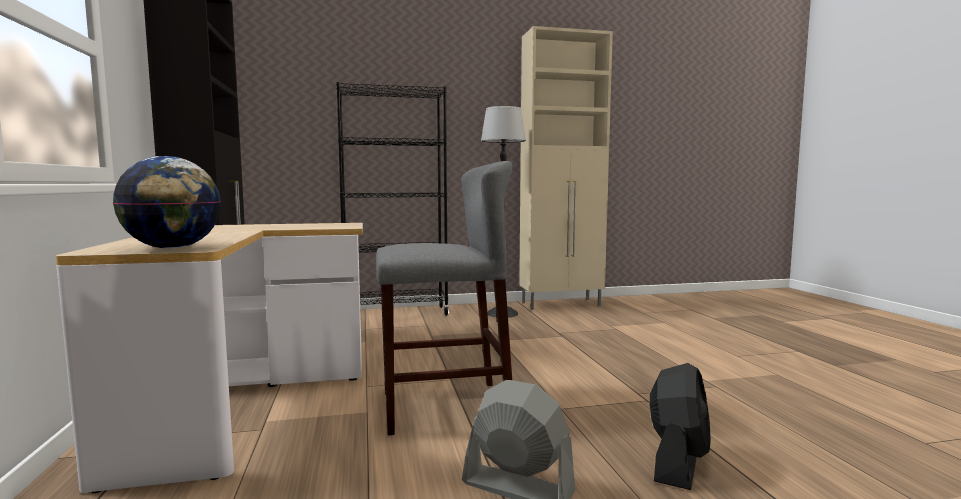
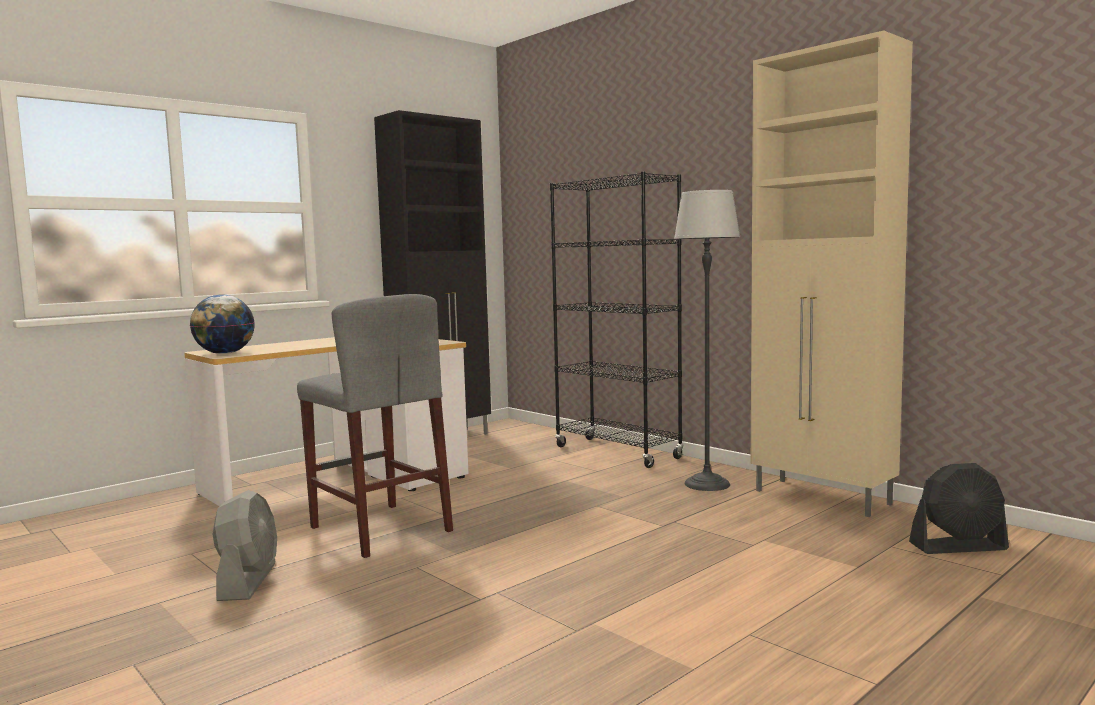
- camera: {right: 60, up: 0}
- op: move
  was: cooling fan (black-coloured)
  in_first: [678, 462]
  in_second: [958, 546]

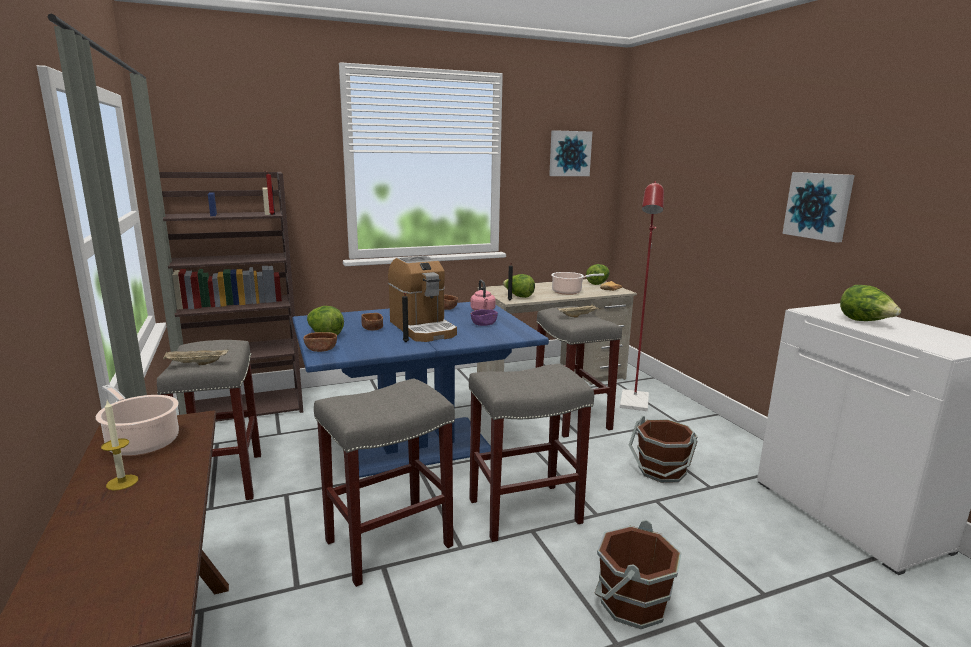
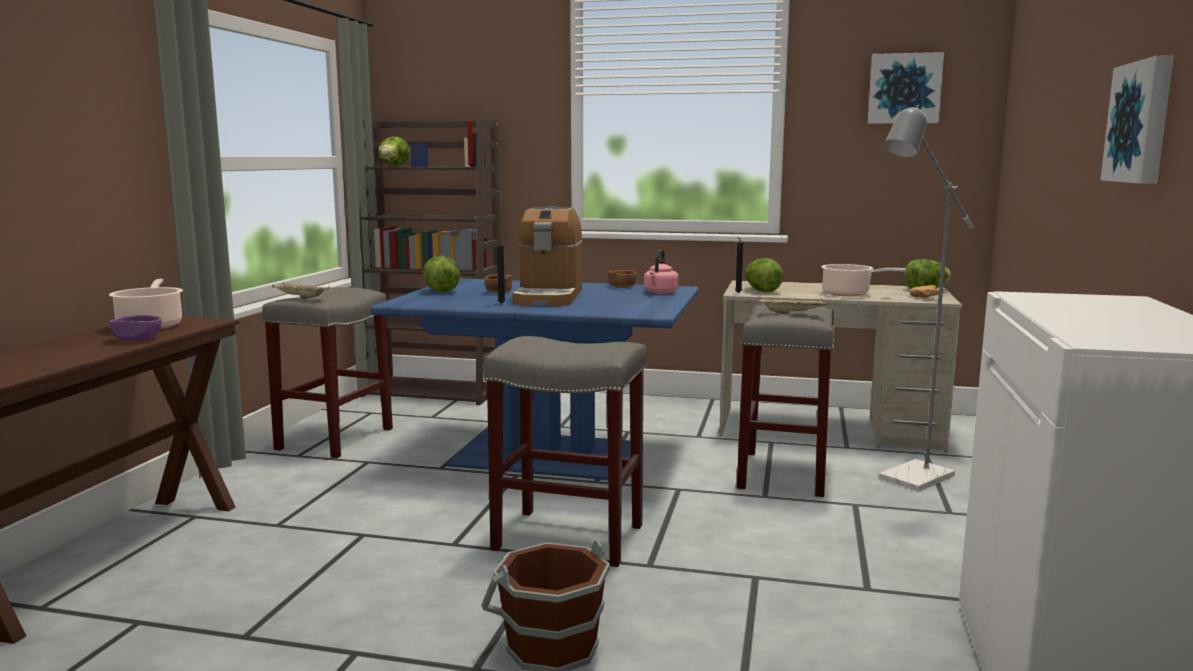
- camera: {right: 35, up: -5}
- op: recolor
  was: standard lamp (reddish)
  now: standard lamp (greyish)
  in_first: [634, 404]
  in_second: [909, 480]
- op: move
  was: head of lettuce
  in_first: [865, 322]
  in_second: [393, 166]
- op: move
  was: serving bowl (purplish)
  in_first: [484, 324]
  in_second: [137, 339]
- op: delete
  was: serving bowl (brownish)
  in_first: [321, 349]
- op: delete
  was: stool seat (greyish)
  in_first: [387, 544]
- op: delete
  was: wax light
  in_first: [122, 482]
- op: delete
  was: bucket (brownish)
  in_first: [661, 471]

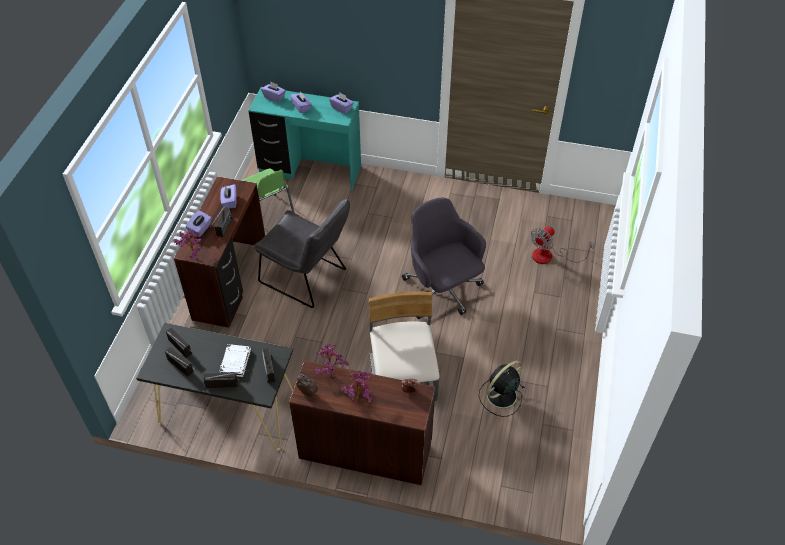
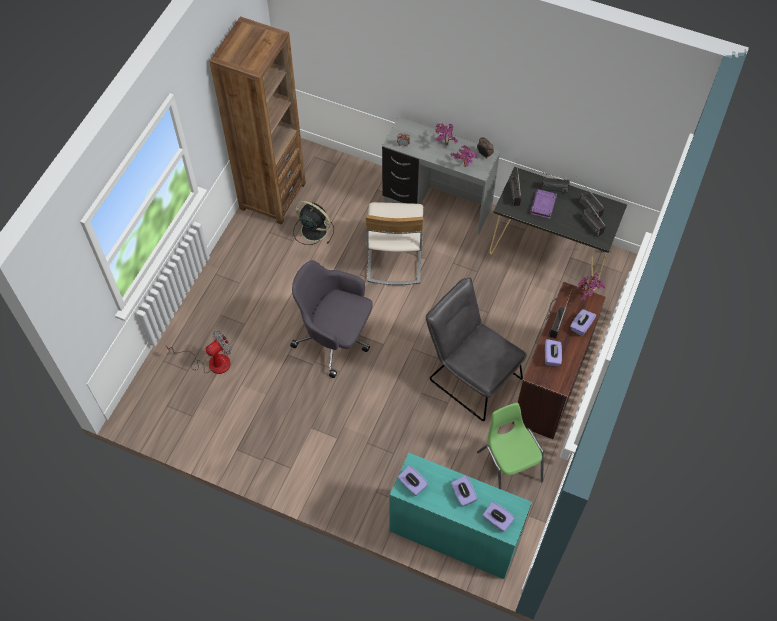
- camera: {right: -170, up: 10}
- op: rotate
  was: desk chair (greyish)
  in_first: [442, 291]
  in_second: [335, 338]
  clockwise: 135
- op: recolor
  was: volume (white-coloured)
  now: volume (purplish)
  in_first: [235, 361]
  in_second: [543, 205]
- op: recolor
  was: desk table (brownish)
  now: desk table (greyish)
  in_first: [365, 450]
  in_second: [437, 204]
- op: rotate
  was: cooling fan (black-coloured)
  in_first: [500, 396]
  in_second: [313, 230]
  clockwise: -120
- op: insert
  now: shelving unit (brownish)
  in_second: [272, 196]

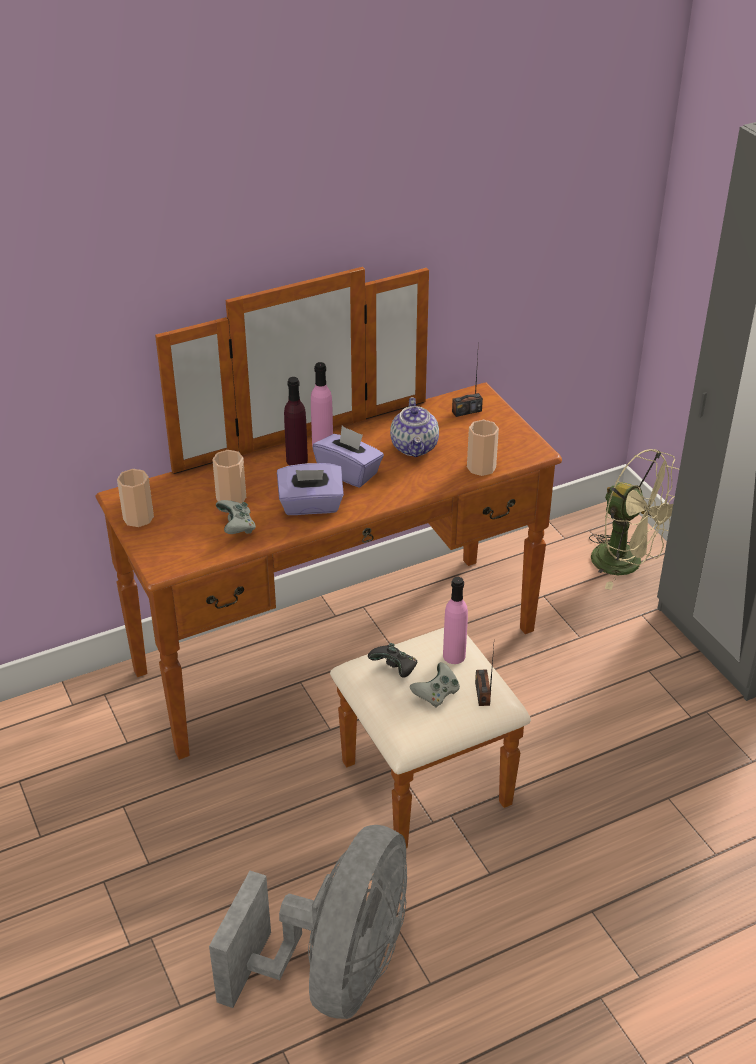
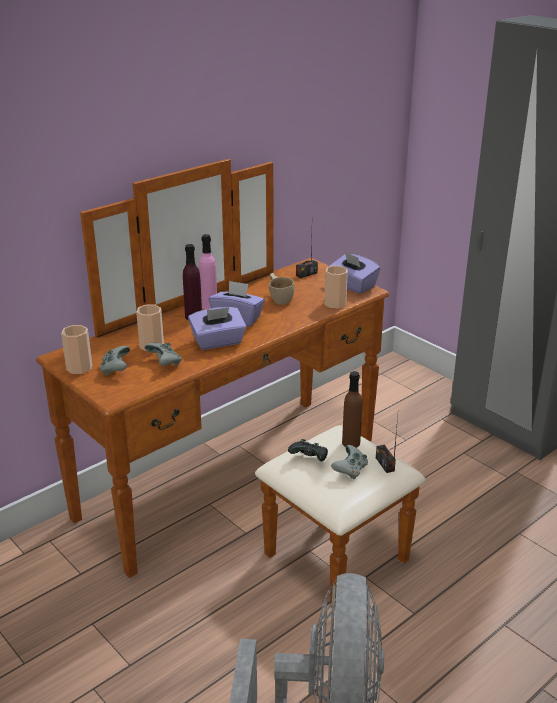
- camera: {right: -15, up: -10}
- op: replace
  was: pot for tea
  now: cup (sand-coloured)
  in_first: [415, 447]
  in_second: [280, 298]
- op: delete
  was: cooling fan (sand-coloured)
  in_first: [627, 564]
- op: recolor
  was: drink bottle (pink-coloured)
  now: drink bottle (brownish)
  in_first: [454, 656]
  in_second: [351, 443]
- op: insert
  now: tissue holder (purplish)
  in_second: [353, 286]
- op: insert
  now: gamepad (greyish)
  in_second: [115, 369]

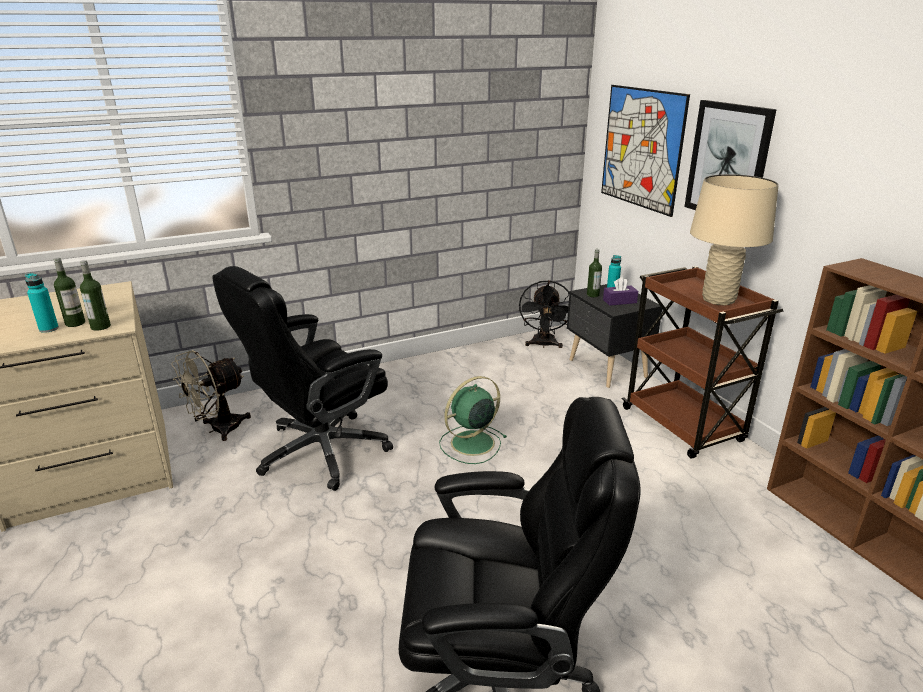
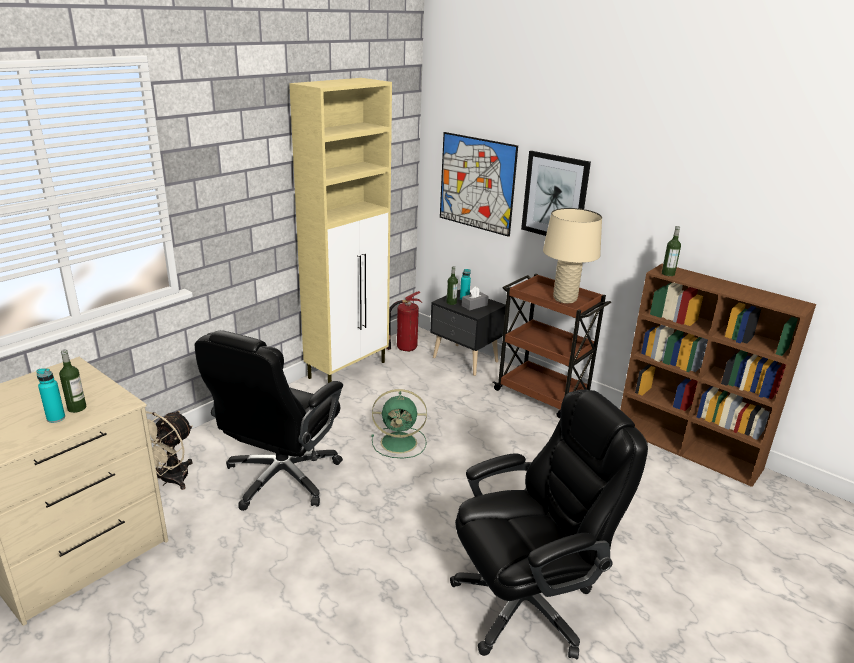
- camera: {right: -25, up: 0}
- op: move
  was: drink bottle
  in_first: [100, 326]
  in_second: [668, 274]
- op: recolor
  was: tissue holder (purplish)
  now: tissue holder (greyish)
  in_first: [619, 301]
  in_second: [474, 305]
- op: replace
  was: cooling fan (black-coloured)
  now: fire extinguisher
  in_first: [543, 345]
  in_second: [405, 348]
- op: rotate
  was: cooling fan (green)
  in_first: [471, 444]
  in_second: [400, 442]
  clockwise: -120
- op: insert
  now: storage cabinet (sand-coloured)
  in_second: [348, 369]

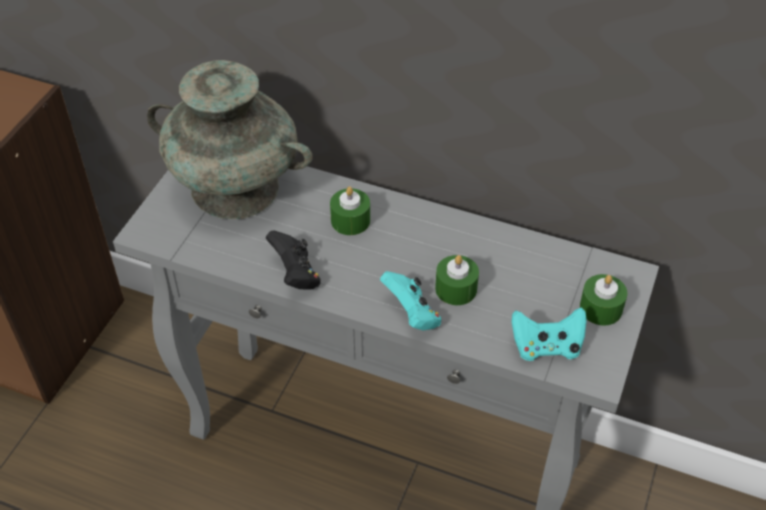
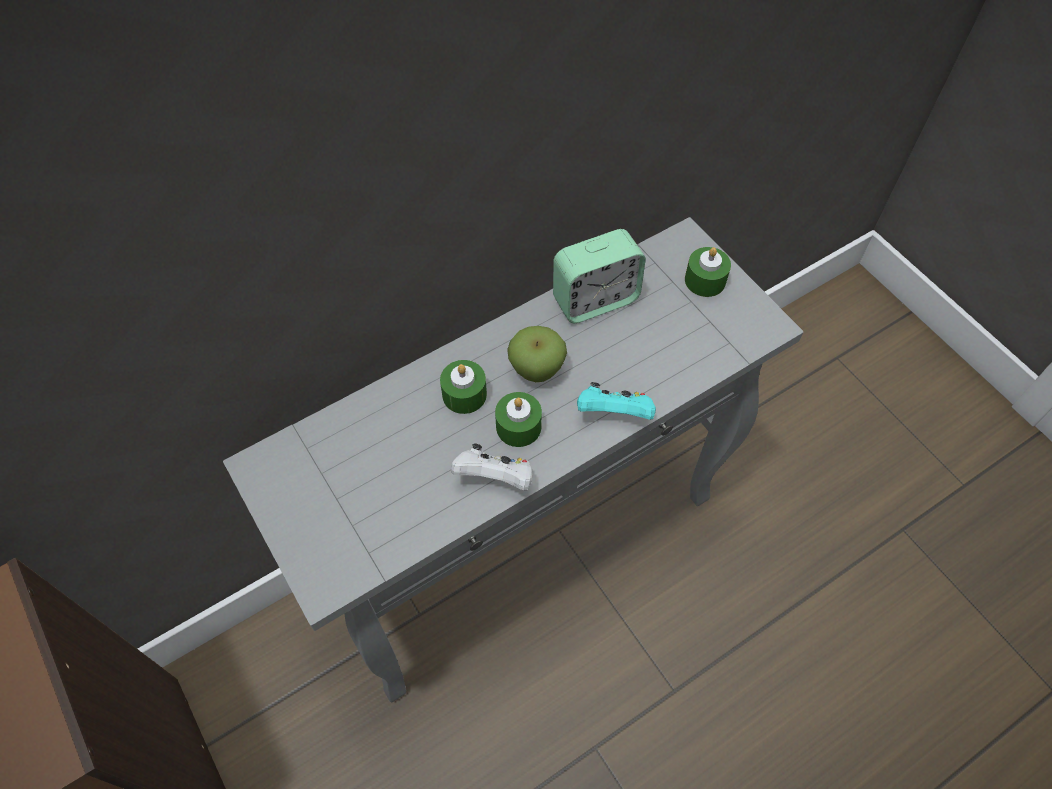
- camera: {right: -55, up: 10}
- op: delete
  was: vase (blue-green)
  in_first: [236, 188]
- op: recolor
  was: gamepad (black-coloured)
  now: gamepad (white-coloured)
  in_first: [296, 274]
  in_second: [495, 478]
- op: move
  was: wax light (green)
  in_first: [456, 289]
  in_second: [518, 426]
- op: delete
  was: gamepad (blue-green)
  in_first: [546, 347]
- op: insert
  now: alarm clock
  in_second: [595, 300]
- op: insert
  now: whole apple
  in_second: [536, 370]

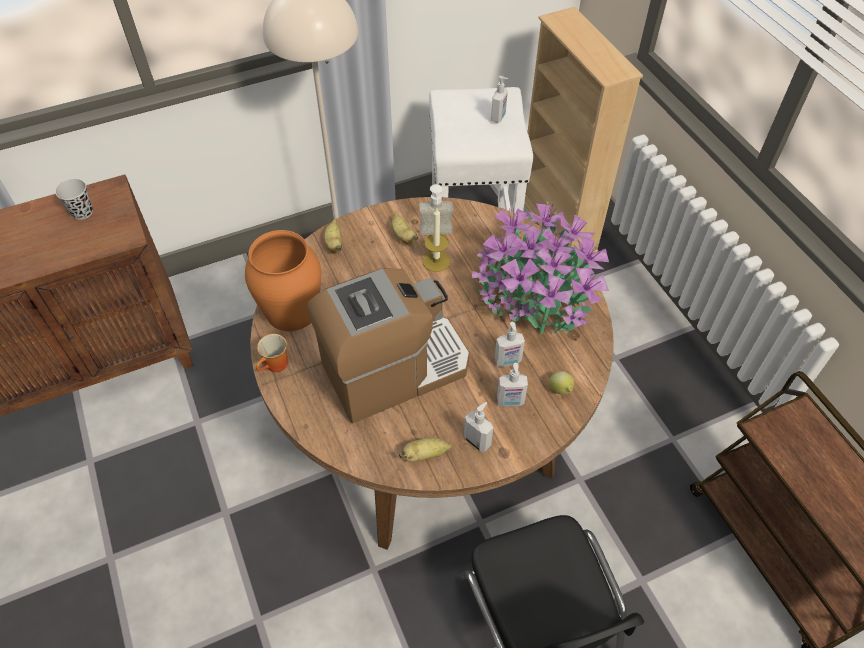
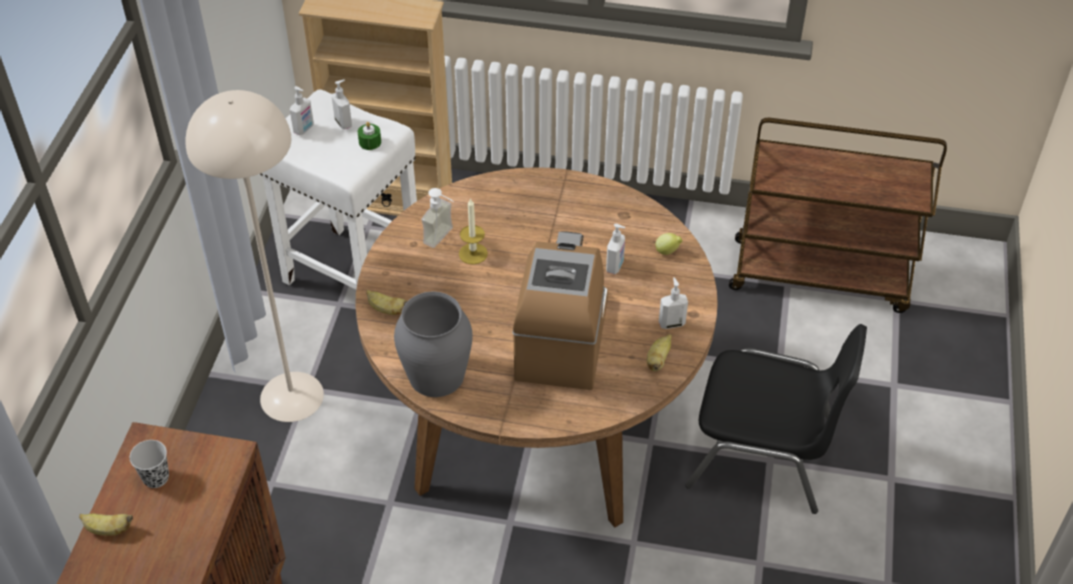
- camera: {right: -55, up: -5}
- op: delete
  was: plant in a pot
  in_first: [535, 298]
- op: move
  was: whole banana
  in_first: [403, 236]
  in_second: [108, 530]
- op: recolor
  was: vase (orange-coloured)
  now: vase (greyish)
  in_first: [291, 310]
  in_second: [436, 375]
- op: delete
  was: mug
  in_first: [276, 366]
- op: move
  was: soap dispenser
  in_first: [510, 402]
  in_second: [304, 129]
- op: insert
  now: wax light (green)
  in_second: [370, 142]

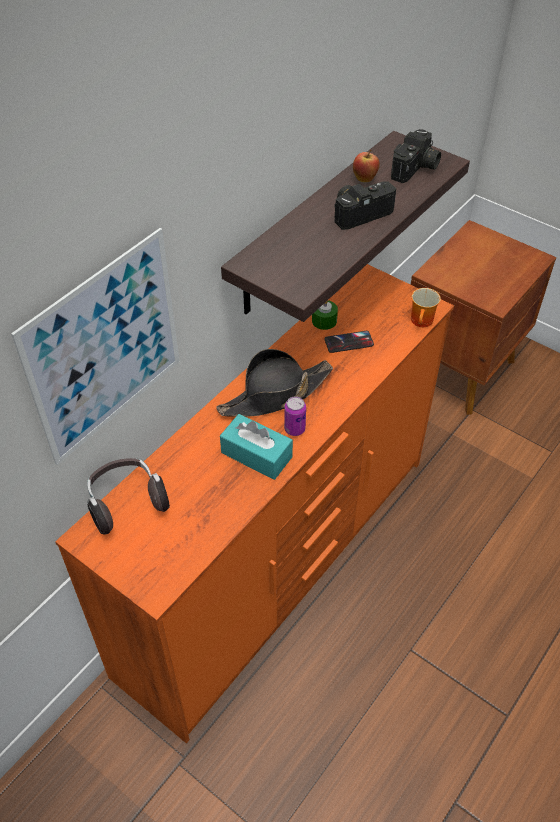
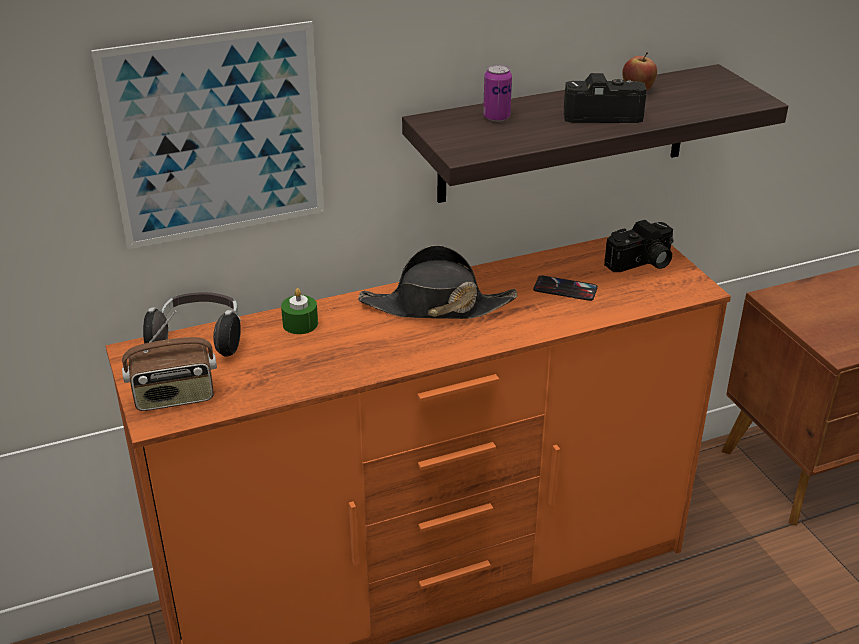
- camera: {right: 30, up: -15}
- op: move
  was: photo camera
  in_first: [416, 169]
  in_second: [641, 263]
- op: delete
  was: mug
  in_first: [423, 322]
- op: move
  was: wax light (green)
  in_first: [324, 321]
  in_second: [300, 324]
- op: move
  was: can
  in_first: [294, 429]
  in_second: [496, 117]
- op: delete
  was: tissue holder (blue-green)
  in_first: [256, 455]
- op: insert
  now: radio set
  in_second: [174, 397]

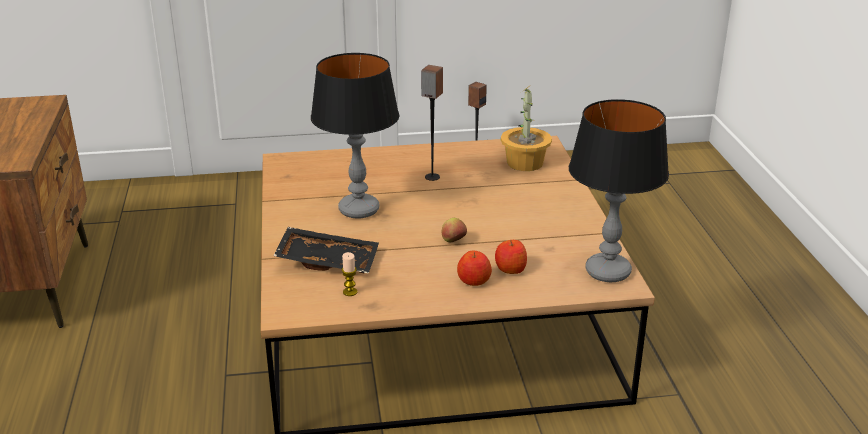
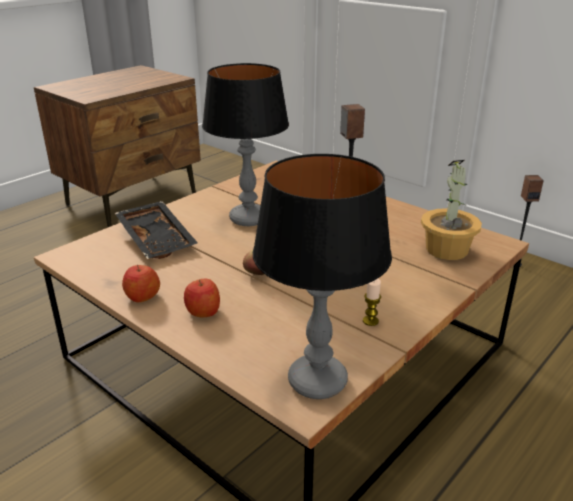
- camera: {right: 50, up: 0}
- op: move
  was: whole apple
  in_first: [510, 269]
  in_second: [142, 296]
- op: move
  was: wax light
  in_first: [350, 292]
  in_second: [370, 321]

